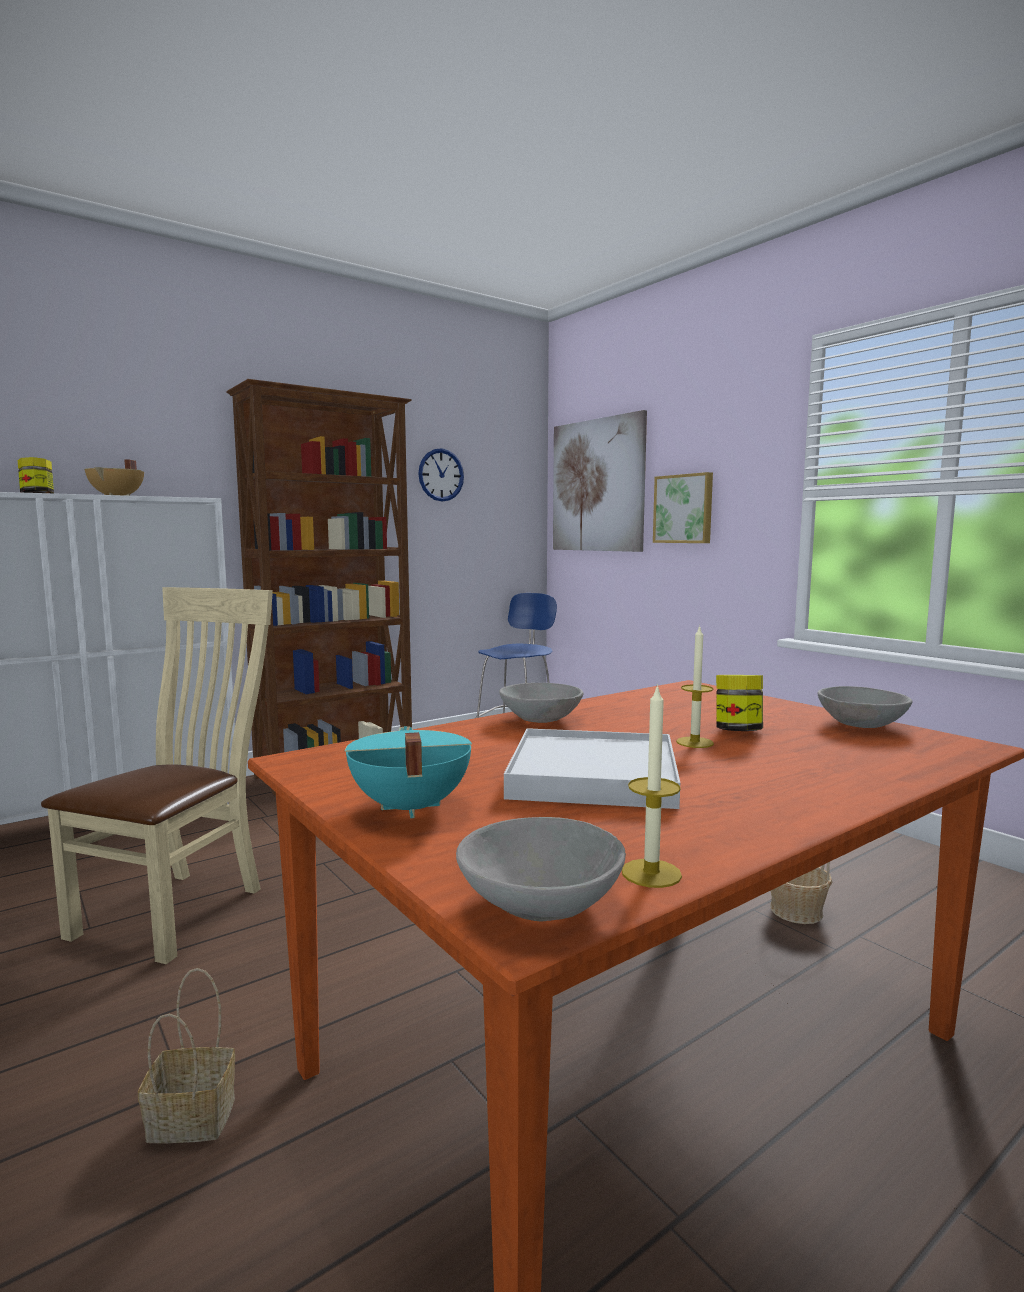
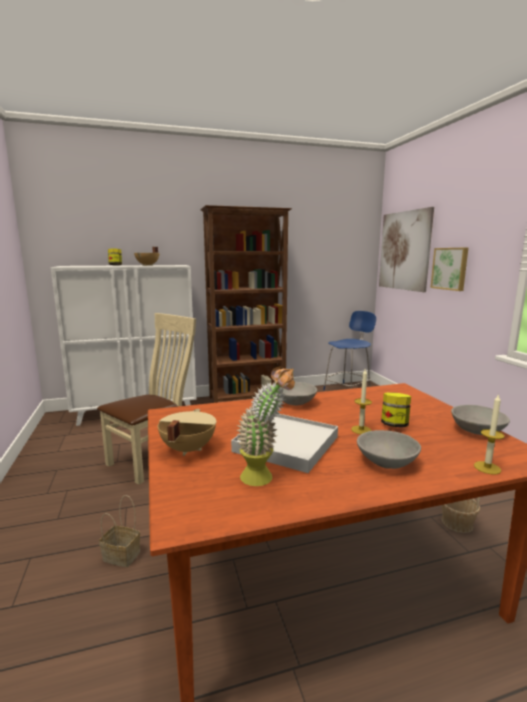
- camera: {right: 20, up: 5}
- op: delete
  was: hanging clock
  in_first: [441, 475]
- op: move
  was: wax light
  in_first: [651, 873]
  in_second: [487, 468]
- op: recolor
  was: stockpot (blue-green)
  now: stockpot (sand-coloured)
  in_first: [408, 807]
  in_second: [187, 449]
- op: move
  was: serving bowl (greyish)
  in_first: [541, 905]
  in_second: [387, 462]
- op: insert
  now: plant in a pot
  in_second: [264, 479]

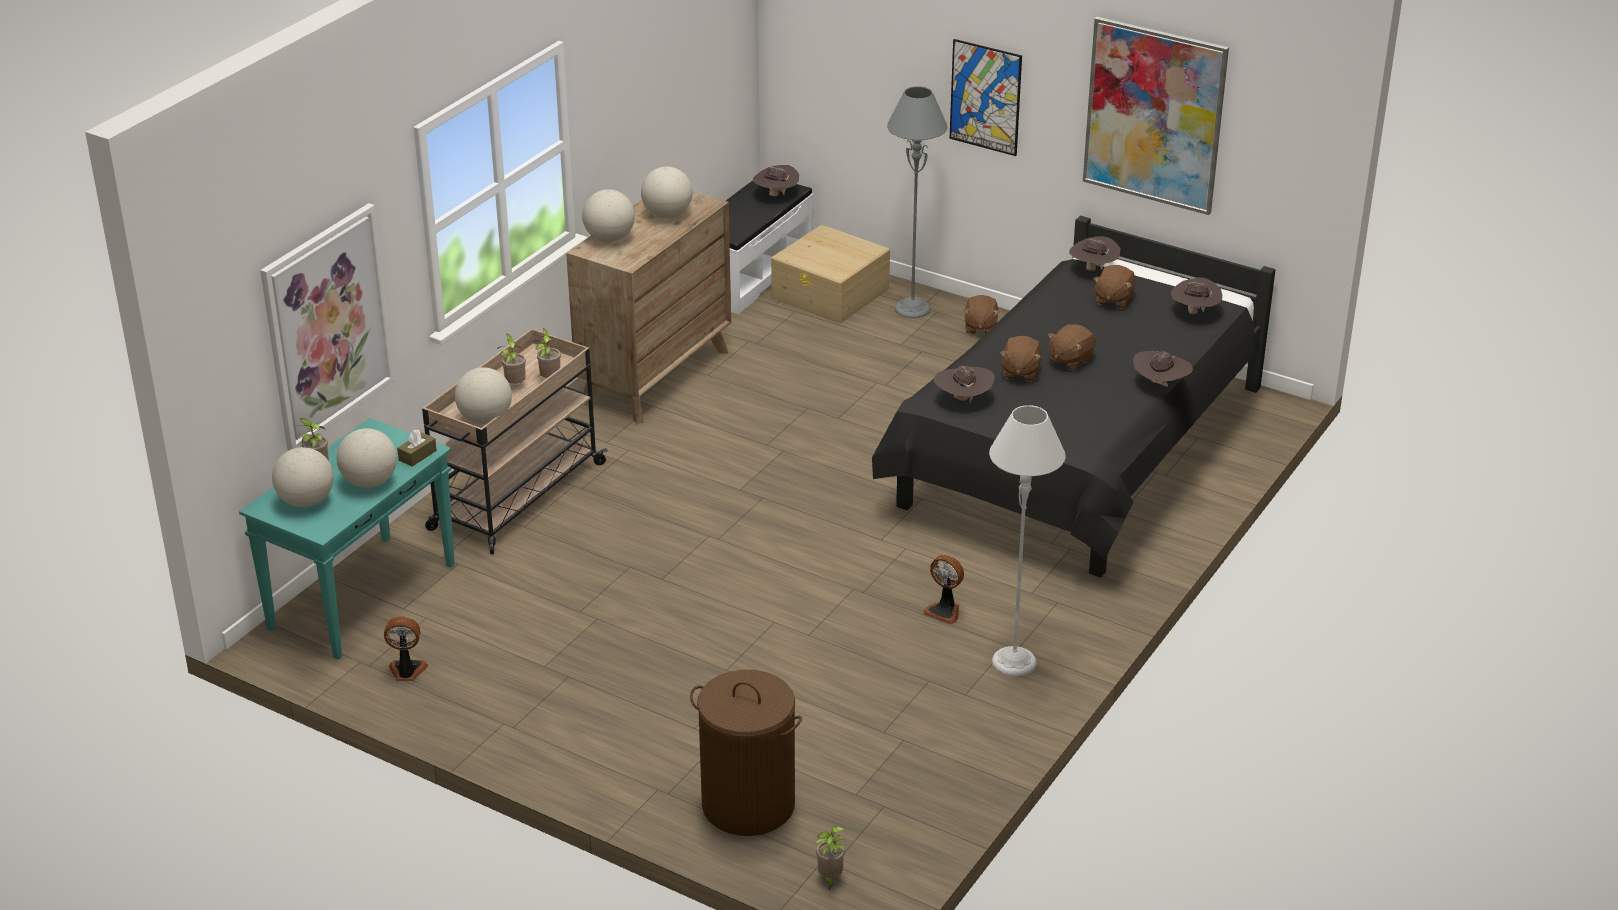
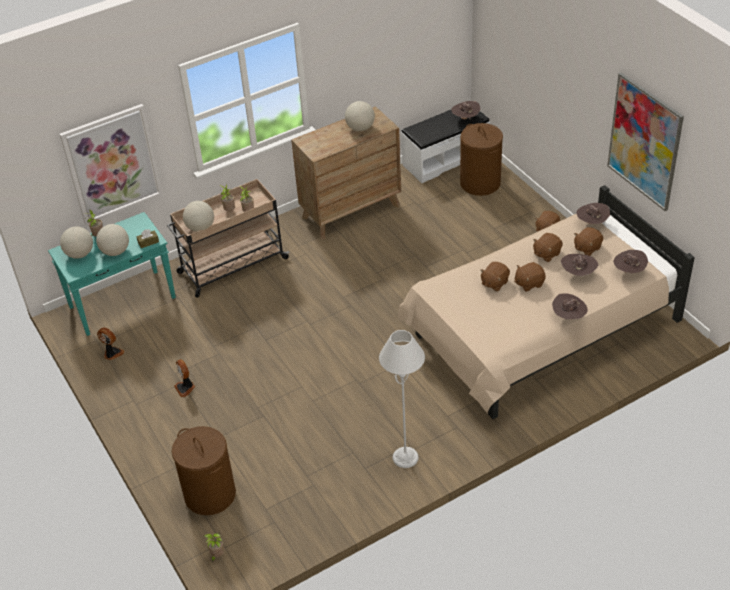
- camera: {right: 30, up: 10}
- op: delete
  was: wall art
  in_first: [985, 97]
- op: delete
  was: standard lamp (greyish)
  in_first: [912, 309]
- op: delete
  was: world globe
  in_first: [609, 239]
- op: recolor
  was: sleeping bed (black-coloured)
  now: sleeping bed (sand-coloured)
  in_first: [1077, 453]
  in_second: [540, 331]
- op: replace
  was: storage container (sand-coloured)
  now: laundry basket (brownish)
  in_first: [831, 293]
  in_second: [480, 183]
- op: move
  was: clothing hat (brownish)
  in_first: [963, 399]
  in_second: [578, 273]
- op: move
  was: cooling fan
  in_first: [944, 611]
  in_second: [185, 388]
- op: insert
  now: plush toy (brownish)
  in_second: [546, 254]

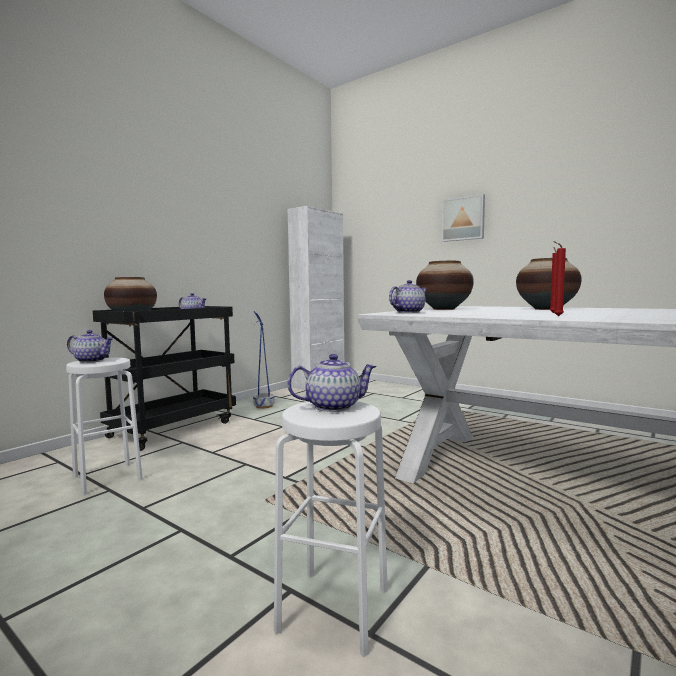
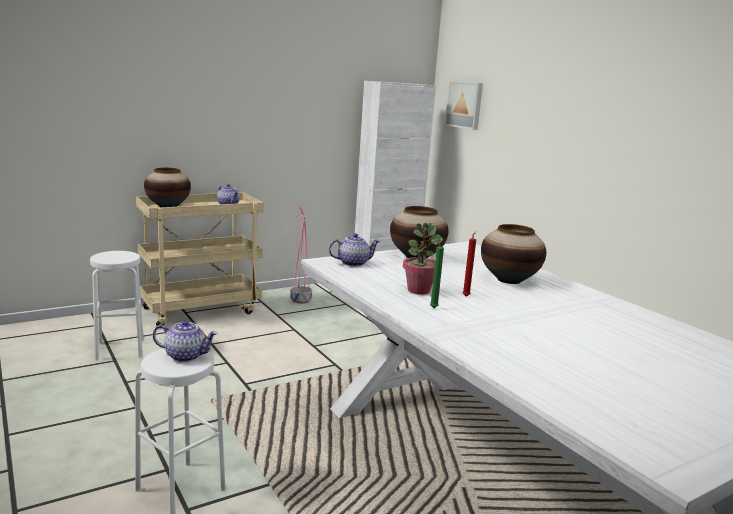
- camera: {right: 20, up: 10}
- op: move
  was: wall art
  in_first: [463, 219]
  in_second: [465, 105]
- op: recolor
  was: wax light (reddish)
  now: wax light (green)
  in_first: [556, 316]
  in_second: [432, 307]
- op: recolor
  was: cart (black-coloured)
  now: cart (sand-coloured)
  in_first: [173, 428]
  in_second: [201, 310]
- op: recolor
  was: planter (blue-coloured)
  now: planter (pink-coloured)
  in_first: [263, 406]
  in_second: [300, 300]
- op: delete
  was: pot for tea
  in_first: [92, 361]
- op: insert
  now: plant in a pot
  in_second: [418, 290]

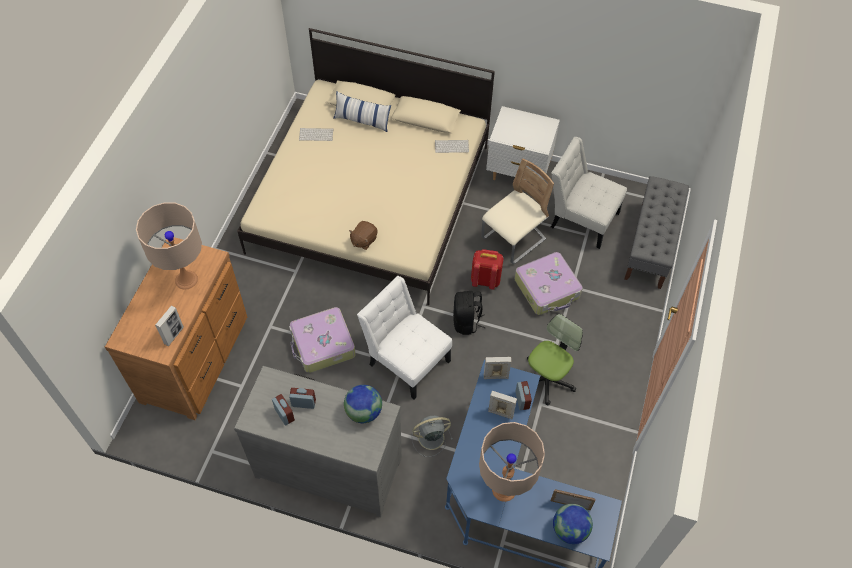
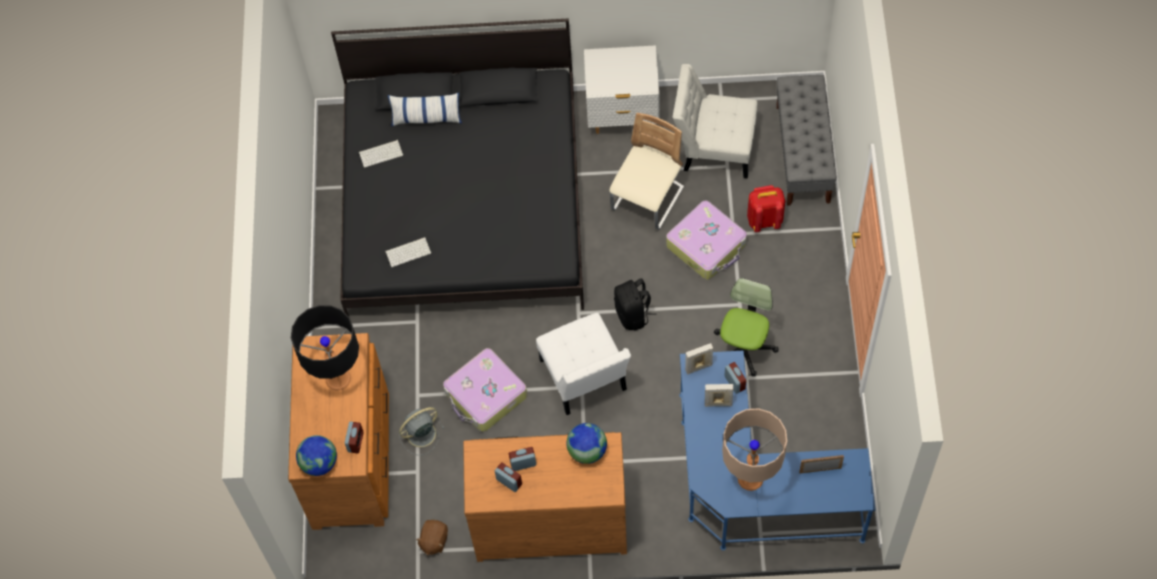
- camera: {right: -15, up: 5}
- op: recolor
  was: sleeping bed (sand-coloured)
  now: sleeping bed (black-coloured)
  in_first: [370, 198]
  in_second: [464, 205]
- op: move
  was: keyboard
  in_first: [452, 146]
  in_second: [408, 251]
- op: recolor
  was: lamp for a table (sand-coloured)
  now: lamp for a table (black-coloured)
  in_first: [186, 279]
  in_second: [338, 378]
- op: move
  was: plush toy (brownish)
  in_first: [363, 240]
  in_second: [433, 541]
- op: move
  was: rucksack (reddish)
  in_first: [485, 280]
  in_second: [764, 220]
- op: rotate
  was: plain chair (white-coloured)
  in_first: [406, 359]
  in_second: [584, 379]
  clockwise: -135
- op: replace
  was: picture frame
  now: alarm clock
  in_first: [174, 335]
  in_second: [355, 442]
- op: recolor
  was: drawer chest (greyish)
  now: drawer chest (brownish)
  in_first: [329, 464]
  in_second: [550, 520]
- op: move
  was: cooling fan (greyish)
  in_first: [430, 438]
  in_second: [420, 434]
- op: move
  was: world globe
  in_first: [569, 529]
  in_second: [319, 463]

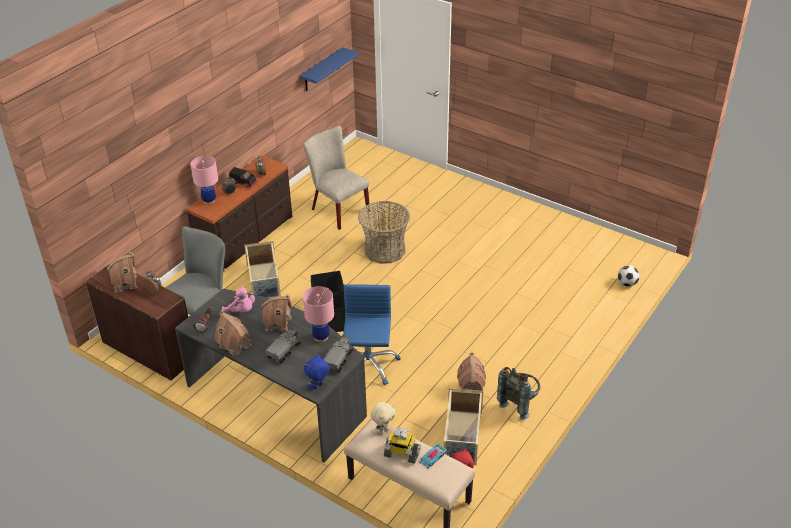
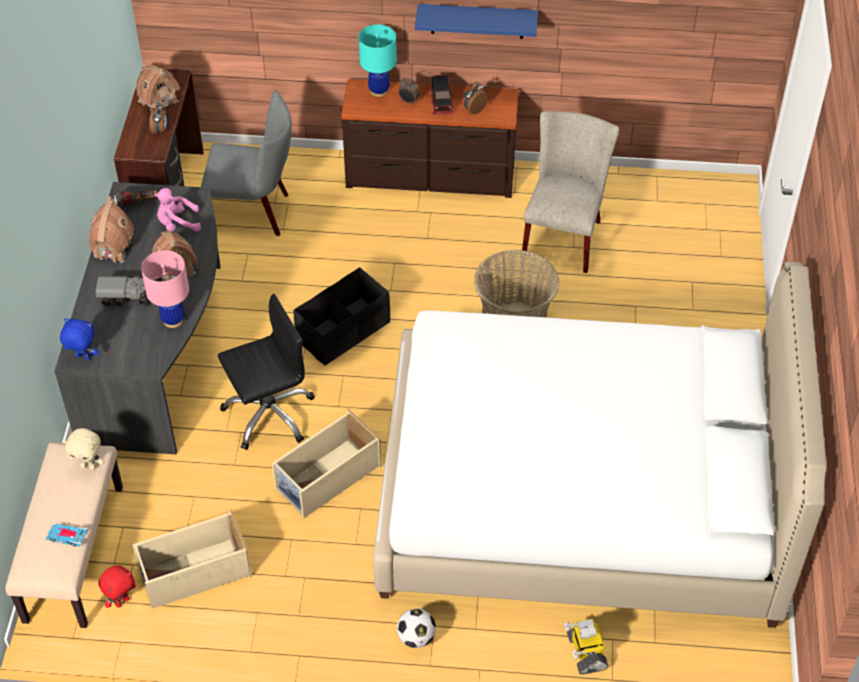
- camera: {right: 60, up: 10}
- op: move
  was: wall shelf (blue-coloured)
  in_first: [322, 70]
  in_second: [477, 21]
- op: recolor
  was: lamp for a table (pink-coloured)
  now: lamp for a table (blue-green)
  in_first: [209, 201]
  in_second: [379, 91]
- op: move
  was: storage container (sand-coloured)
  in_first: [264, 282]
  in_second: [327, 478]
- op: move
  was: football ball
  in_first: [627, 284]
  in_second: [416, 638]
- op: recolor
  was: desk chair (blue-coloured)
  now: desk chair (black-coloured)
  in_first: [368, 365]
  in_second: [269, 414]
- op: rotate
  was: plush toy (pink-coloured)
  in_first: [241, 311]
  in_second: [177, 224]
  clockwise: 75
- op: delete
  was: toy truck
  in_first: [338, 360]
- op: delete
  was: miniature house
  in_first: [471, 387]
- op: delete
  was: rucksack (greyish)
  in_first: [519, 403]
- op: move
  was: model robot
  in_first: [401, 454]
  in_second: [585, 652]
- op: insert
  now: sleeping bed (white-coloured)
  in_second: [580, 495]

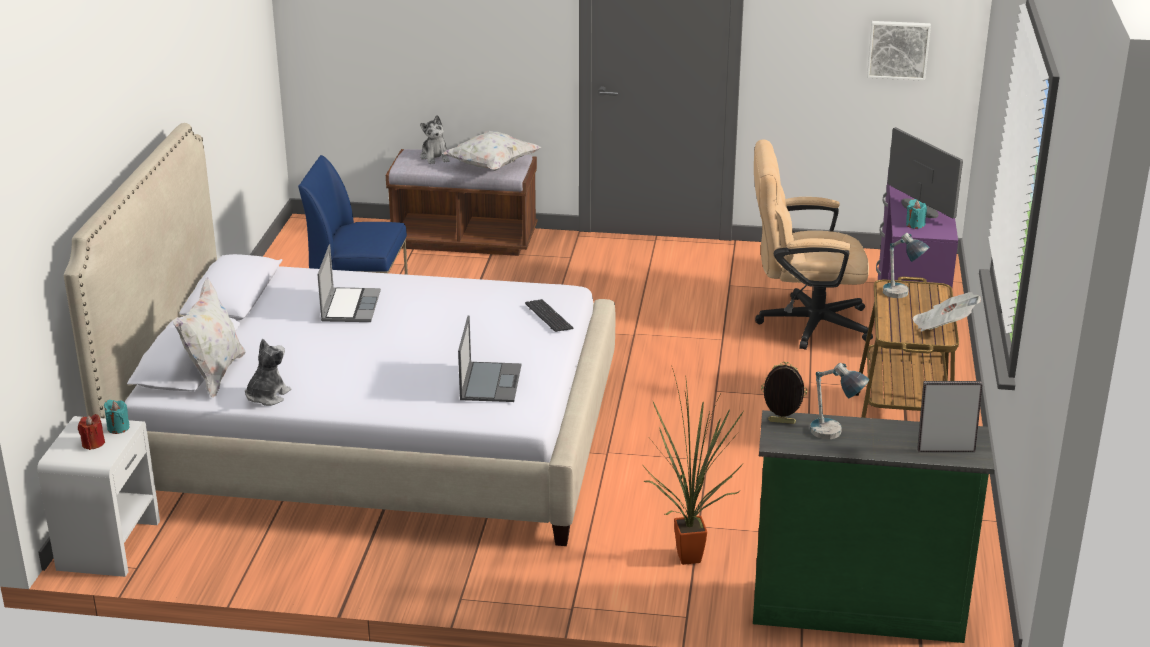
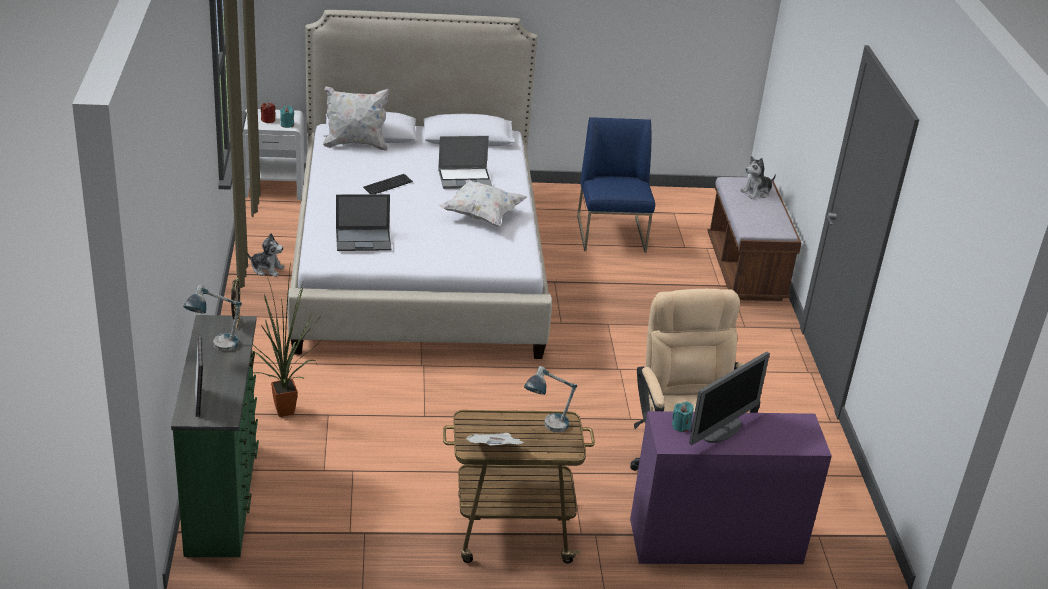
- camera: {right: 75, up: 5}
- op: delete
  was: wall art
  in_first: [898, 49]
- op: move
  was: pillow (white-coloured)
  in_first: [491, 166]
  in_second: [481, 215]
- op: move
  was: keyboard
  in_first: [548, 317]
  in_second: [388, 185]
- op: move
  was: plush toy
  in_first: [267, 396]
  in_second: [267, 269]

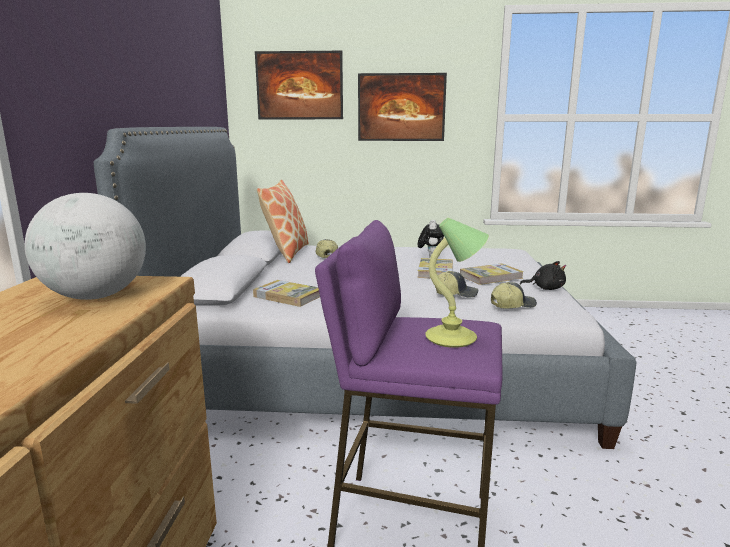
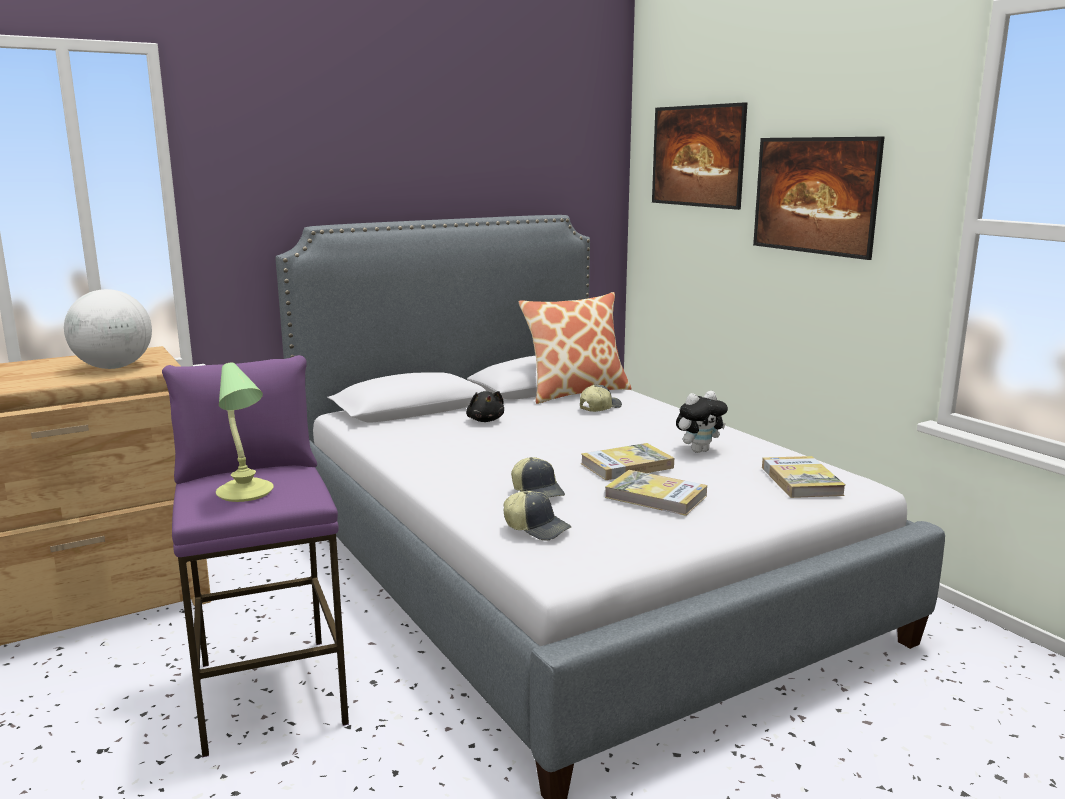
- camera: {right: 55, up: 0}
- op: move
  was: plush toy (black-coloured)
  in_first: [545, 288]
  in_second: [485, 420]
- op: move
  was: volume
  in_first: [288, 296]
  in_second: [801, 481]

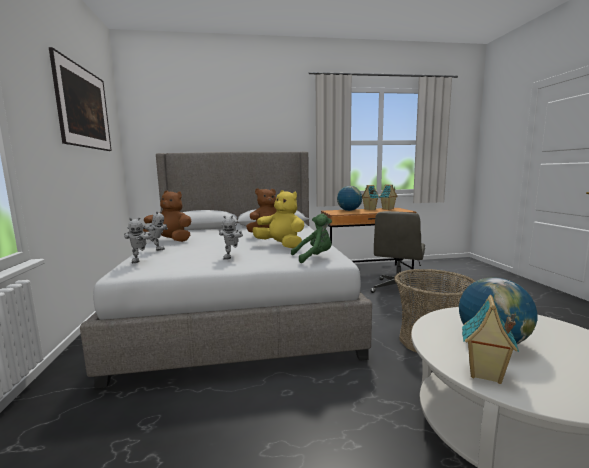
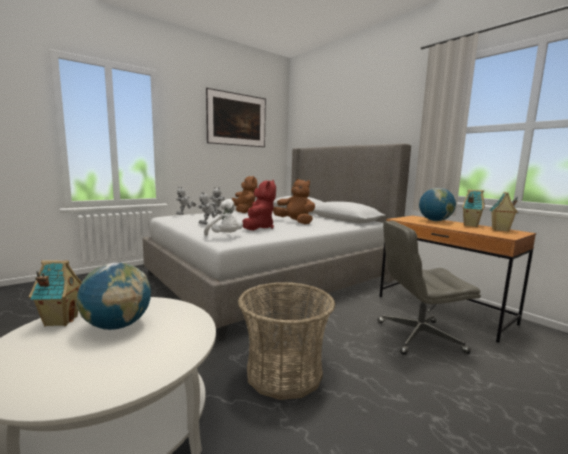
- camera: {right: 60, up: 0}
- op: recolor
  was: plush toy (yellow-coloured)
  now: plush toy (reddish)
  in_first: [281, 245]
  in_second: [258, 228]
- op: recolor
  was: plush toy (green)
  now: plush toy (white-coloured)
  in_first: [314, 257]
  in_second: [225, 236]

